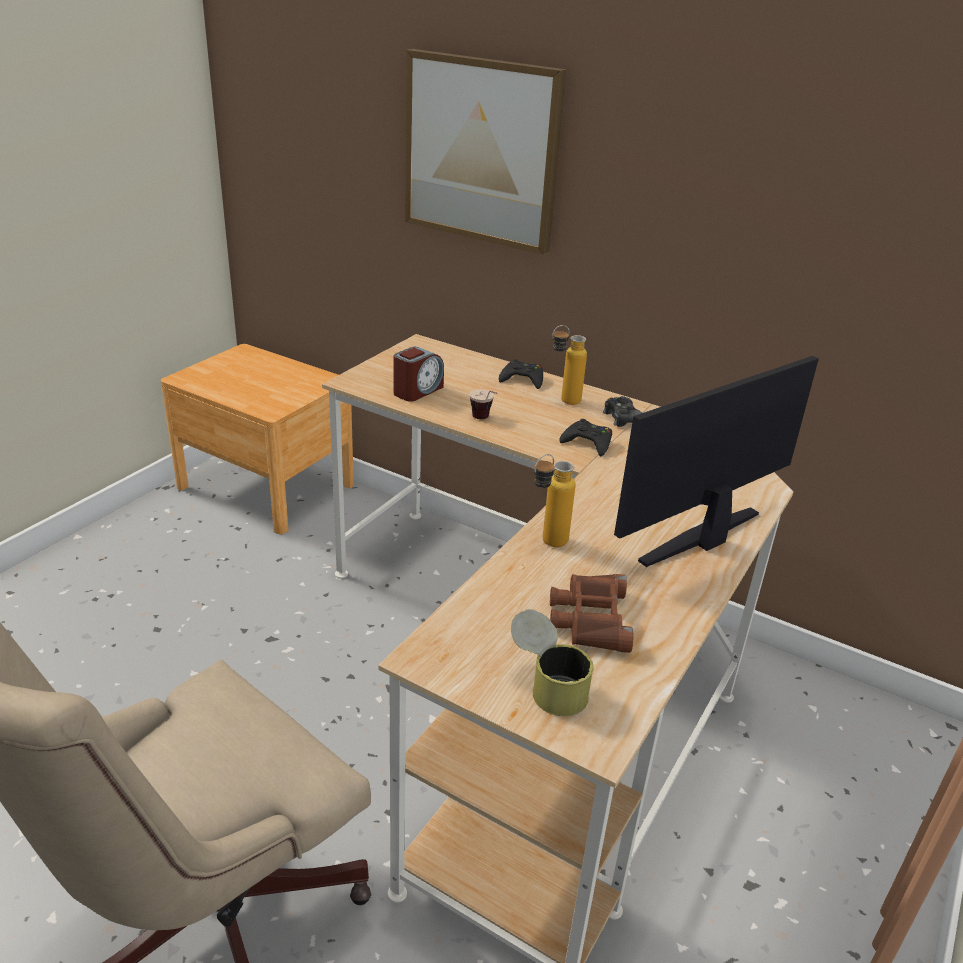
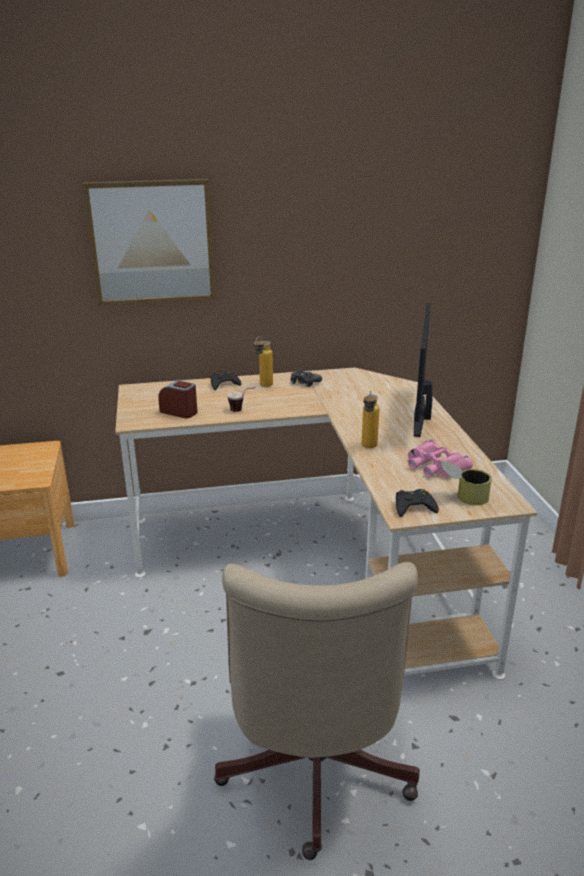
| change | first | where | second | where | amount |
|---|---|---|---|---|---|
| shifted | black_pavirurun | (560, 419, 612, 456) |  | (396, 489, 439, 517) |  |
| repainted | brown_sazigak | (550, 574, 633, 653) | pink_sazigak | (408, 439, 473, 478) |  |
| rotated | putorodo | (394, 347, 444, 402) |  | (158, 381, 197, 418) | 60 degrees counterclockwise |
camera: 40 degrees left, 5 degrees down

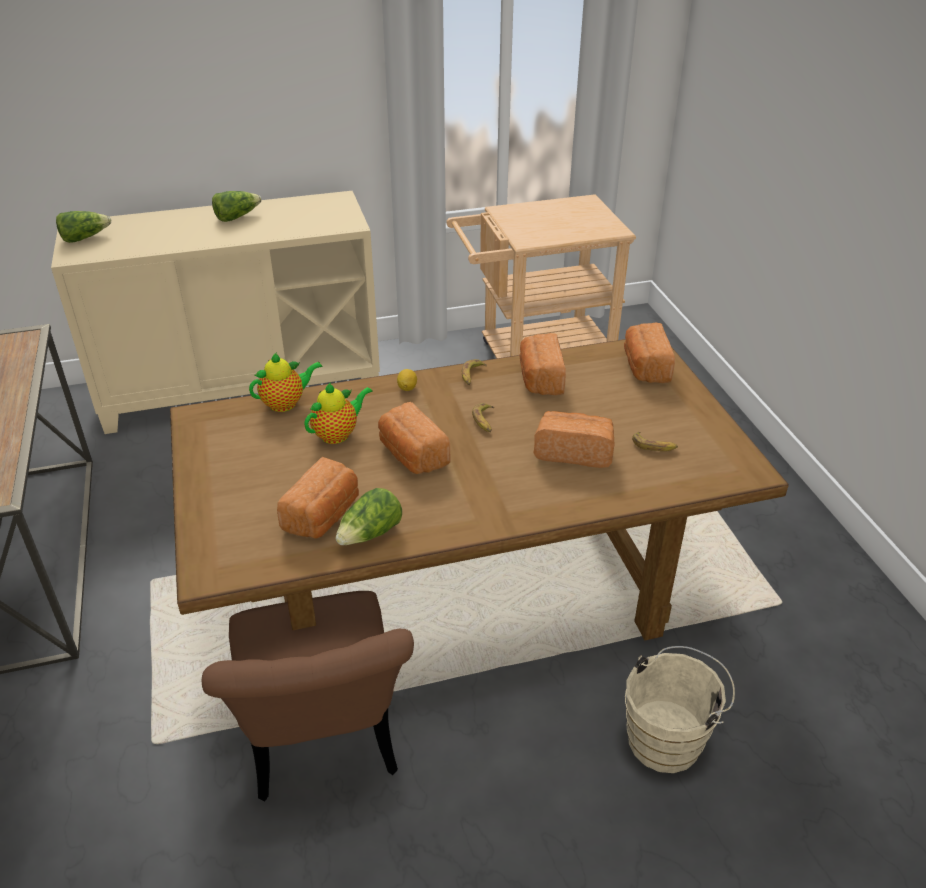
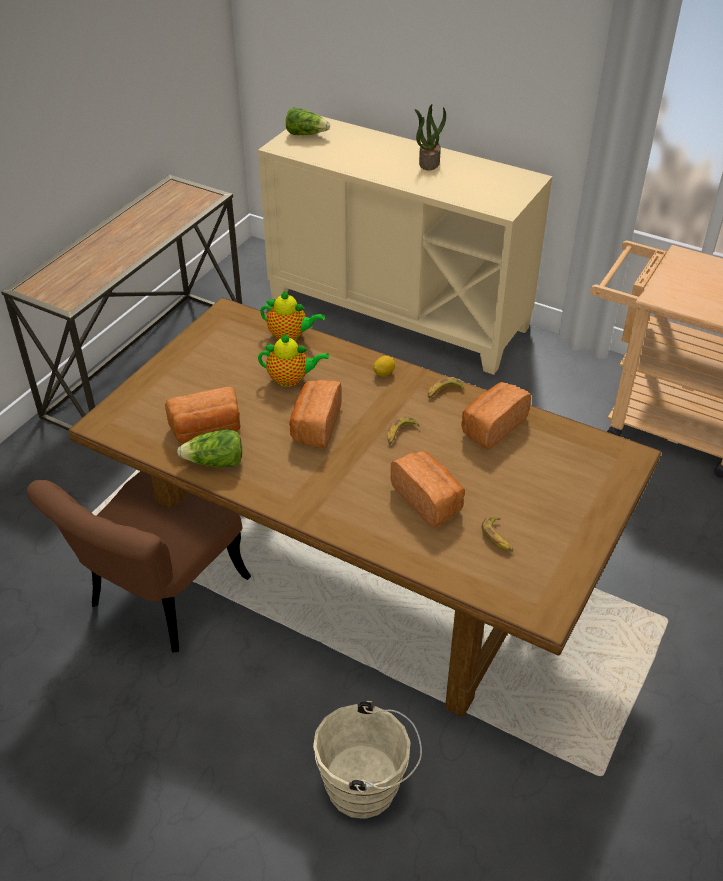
| change | first | where | second | where | amount |
|---|---|---|---|---|---|
| gone | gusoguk | (624, 322, 675, 383) |  |  |  |
| swapped | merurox | (212, 191, 262, 222) | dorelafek | (415, 104, 446, 170) |  |
camera: 45 degrees right, 5 degrees up

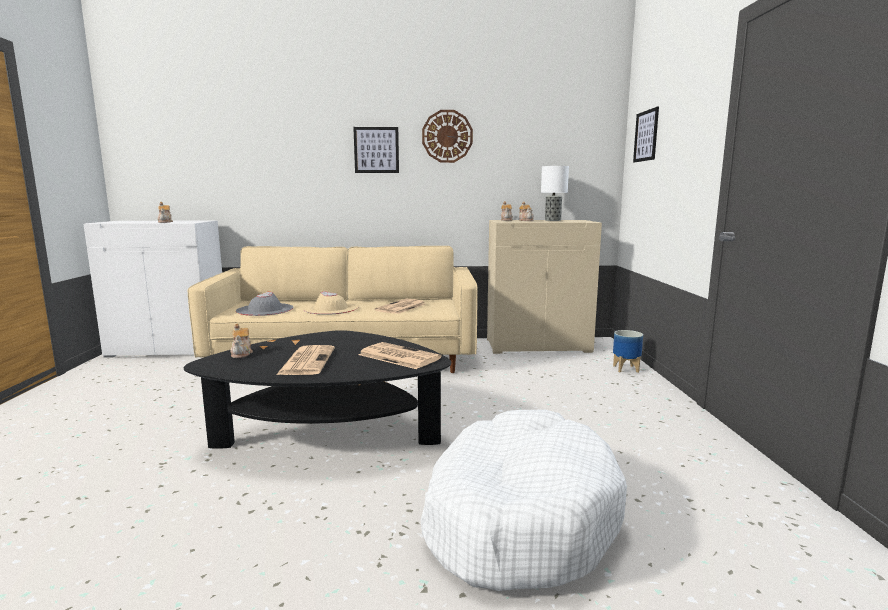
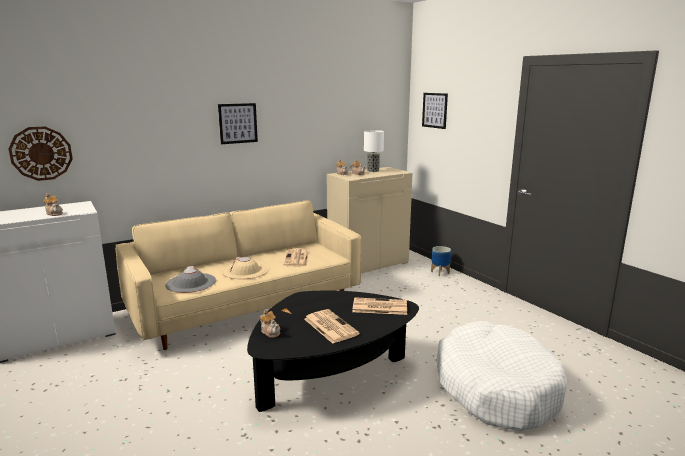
| change | first | where | second | where | amount |
|---|---|---|---|---|---|
| shifted | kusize | (422, 110, 473, 163) |  | (8, 126, 73, 181) |  |
camera: 30 degrees left, 5 degrees up

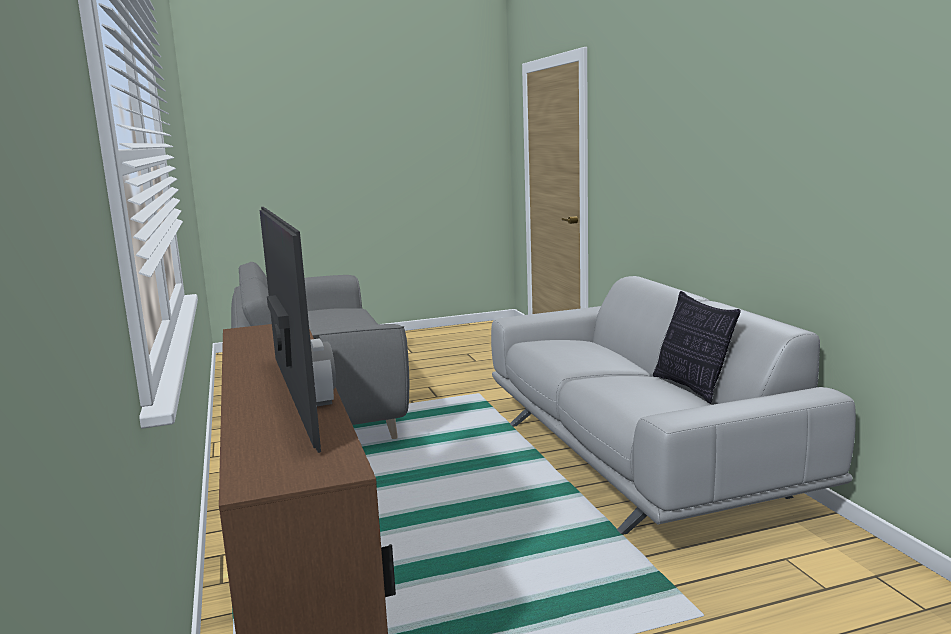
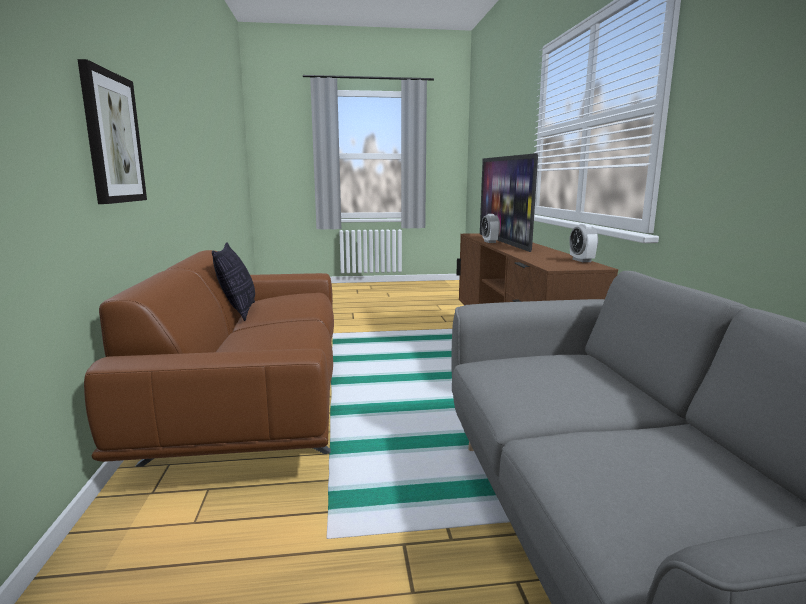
| change | first | where | second | where | amount |
|---|---|---|---|---|---|
| new |  |  | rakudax | (77, 59, 147, 204) |  |
| new |  |  | putorodo | (569, 224, 598, 262) |  |
| repainted | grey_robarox | (491, 276, 856, 535) | brown_robarox | (84, 250, 334, 467) |  |
camera: 170 degrees left, 0 degrees up

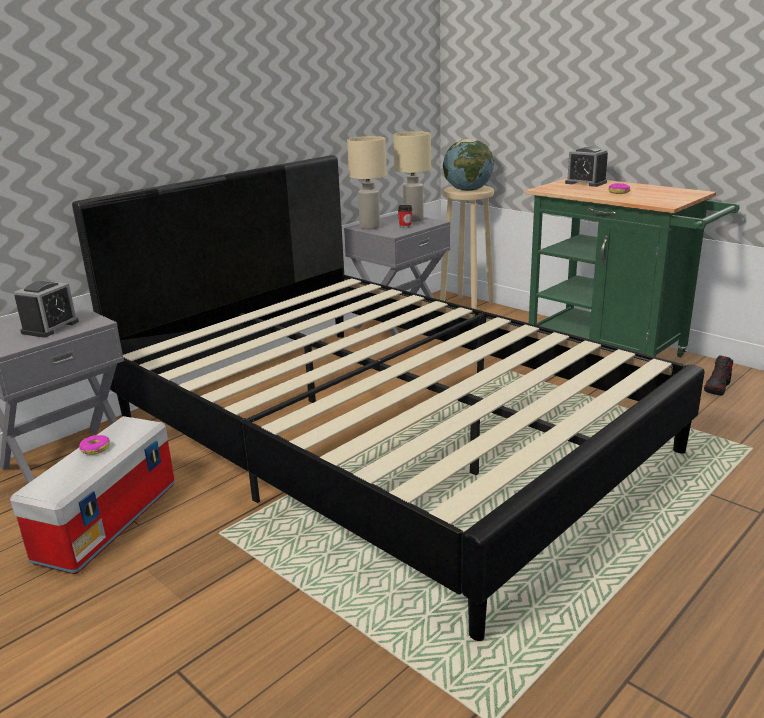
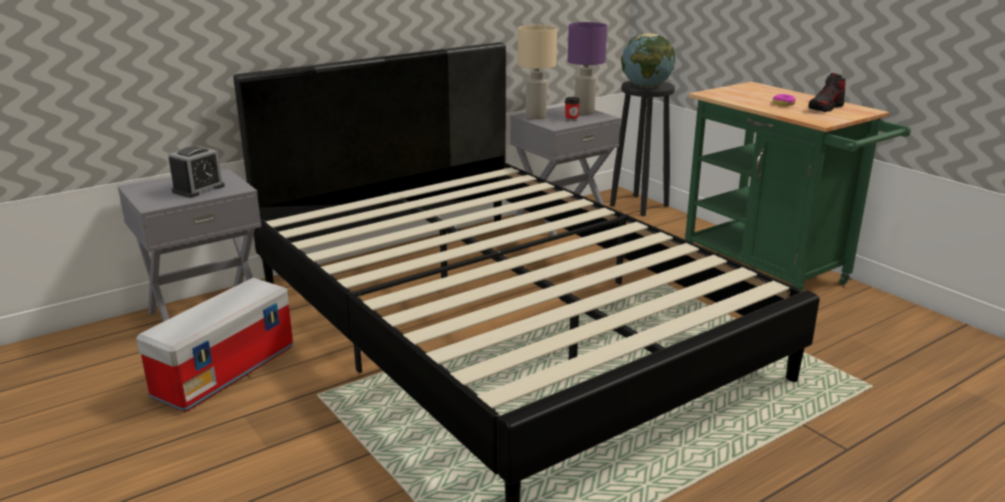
| change | first | where | second | where | amount |
|---|---|---|---|---|---|
| gone | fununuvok | (79, 435, 110, 455) |  |  |  |
| gone | putorodo | (565, 147, 608, 187) |  |  |  |
| shifted | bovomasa | (704, 355, 733, 396) |  | (809, 73, 846, 112) |  |
| repainted | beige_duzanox | (394, 131, 431, 222) | purple_duzanox | (568, 22, 607, 115) |  |
| repainted | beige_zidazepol | (440, 185, 494, 309) | black_zidazepol | (610, 81, 675, 216) |  |
camera: 10 degrees right, 0 degrees up

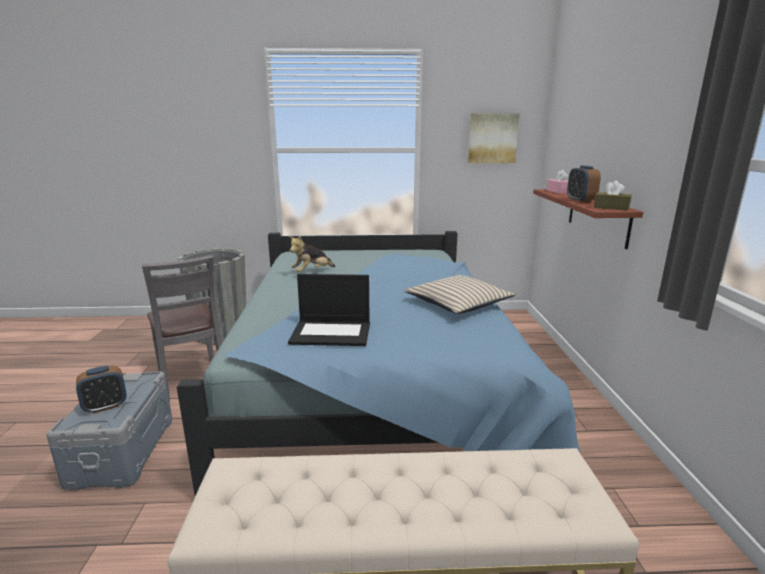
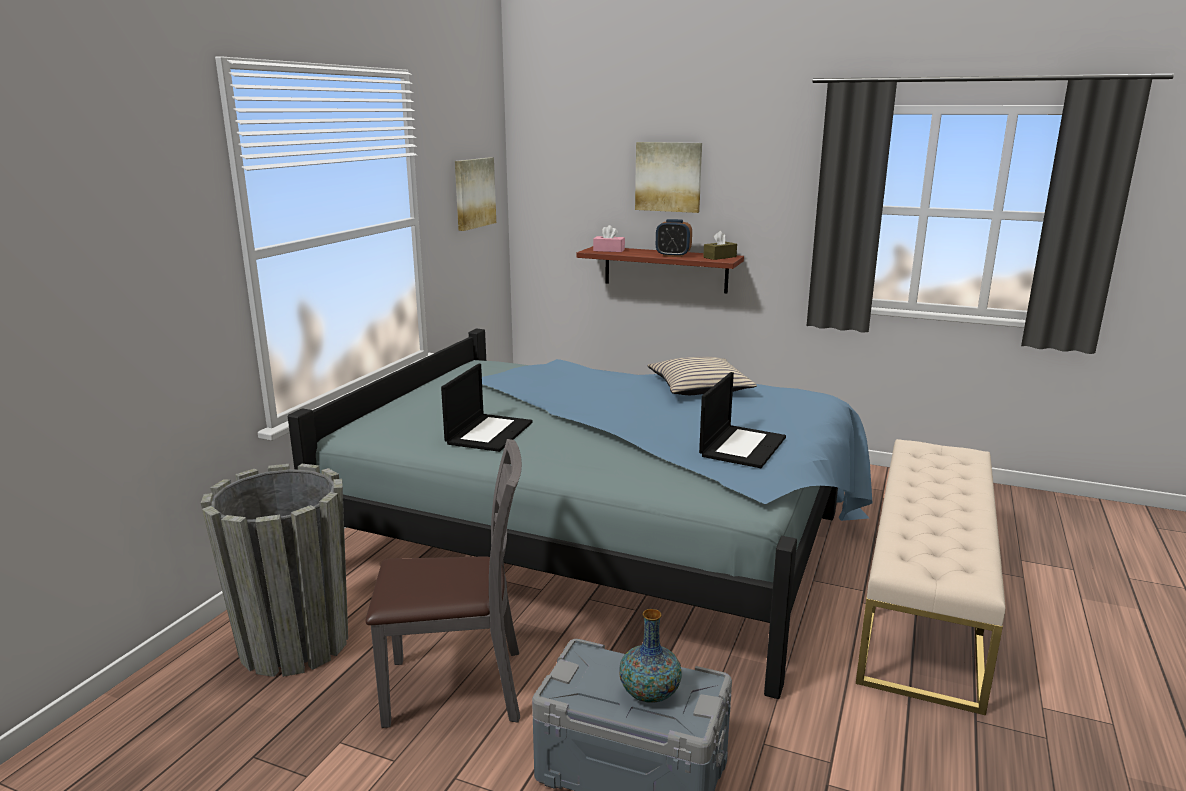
| change | first | where | second | where | amount |
|---|---|---|---|---|---|
| new |  |  | rakudax | (635, 142, 702, 213) |  |
| swapped | putorodo | (76, 366, 127, 414) | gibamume | (619, 609, 682, 703) |  |
| swapped | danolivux | (289, 236, 335, 272) | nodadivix | (441, 364, 533, 452) |  |
camera: 65 degrees left, 0 degrees up

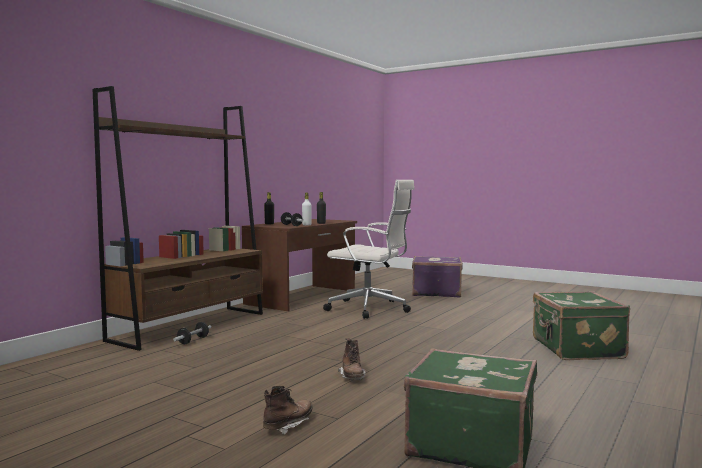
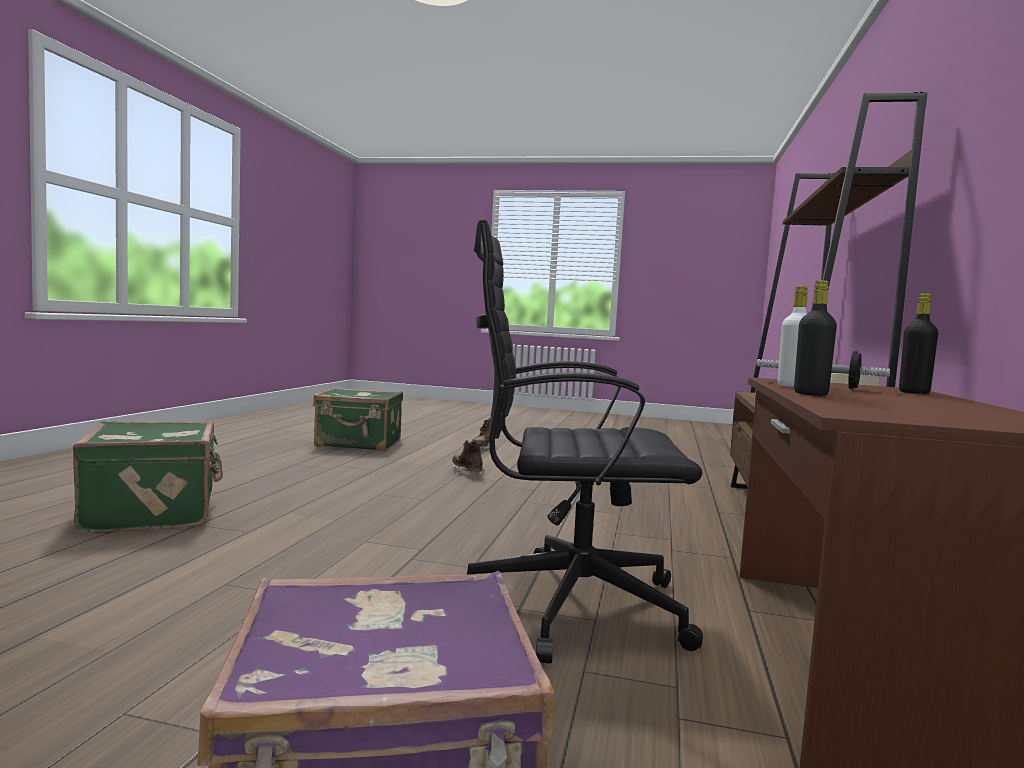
| change | first | where | second | where | amount |
|---|---|---|---|---|---|
| gone | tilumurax | (173, 322, 212, 344) |  |  |  |
| repainted | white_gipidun | (323, 180, 415, 319) | black_gipidun | (467, 219, 703, 664) |  |
camera: 160 degrees right, 0 degrees up

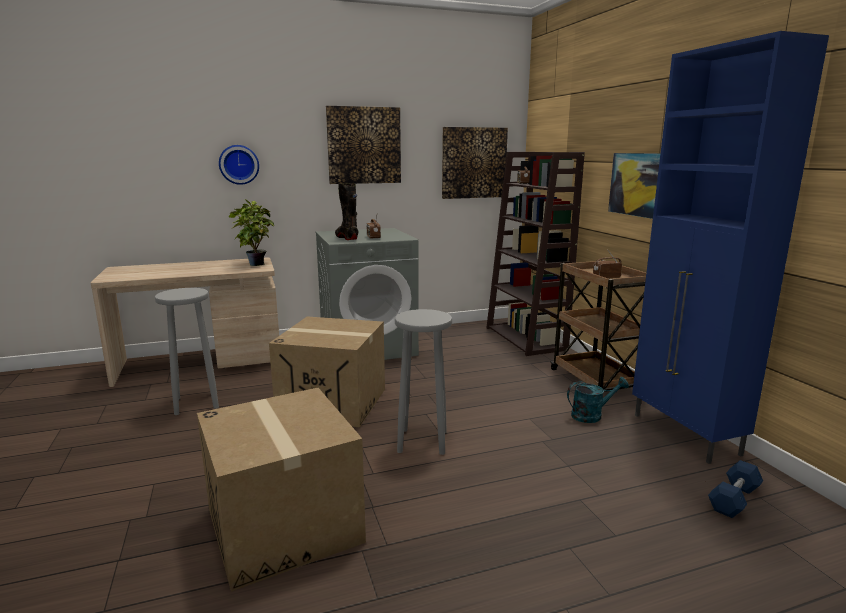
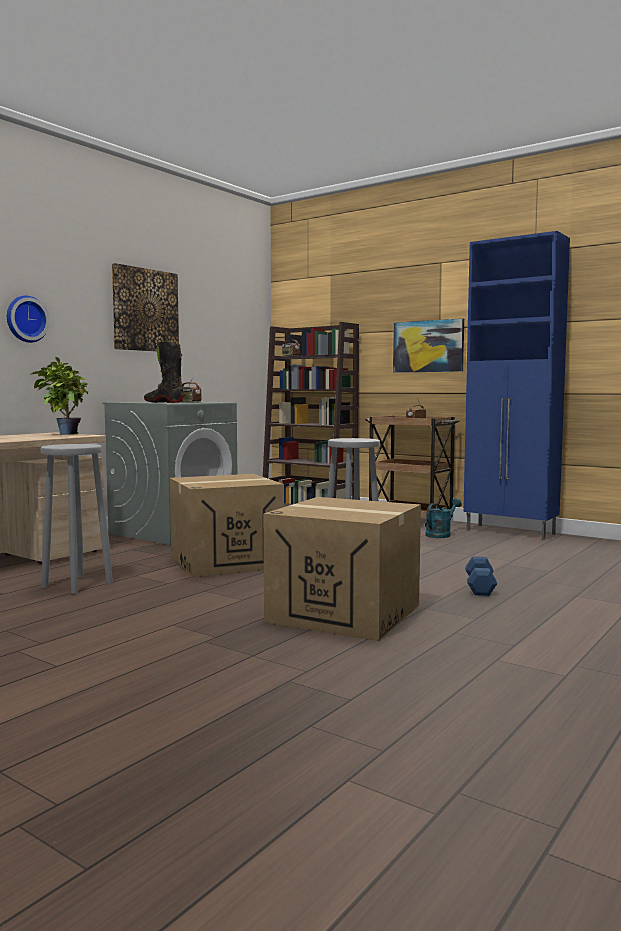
| change | first | where | second | where | amount |
|---|---|---|---|---|---|
| gone | rakudax | (442, 127, 508, 199) |  |  |  |
| shifted | blue_tilumurax | (708, 460, 763, 518) |  | (465, 556, 497, 596) |  |
camera: 35 degrees left, 10 degrees down

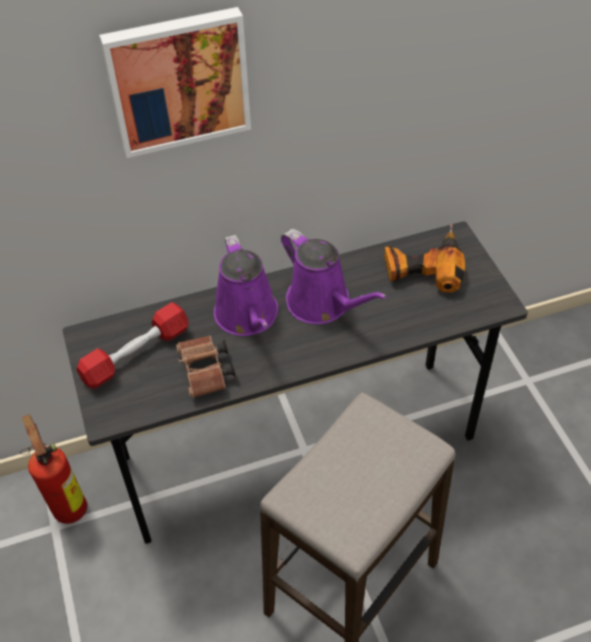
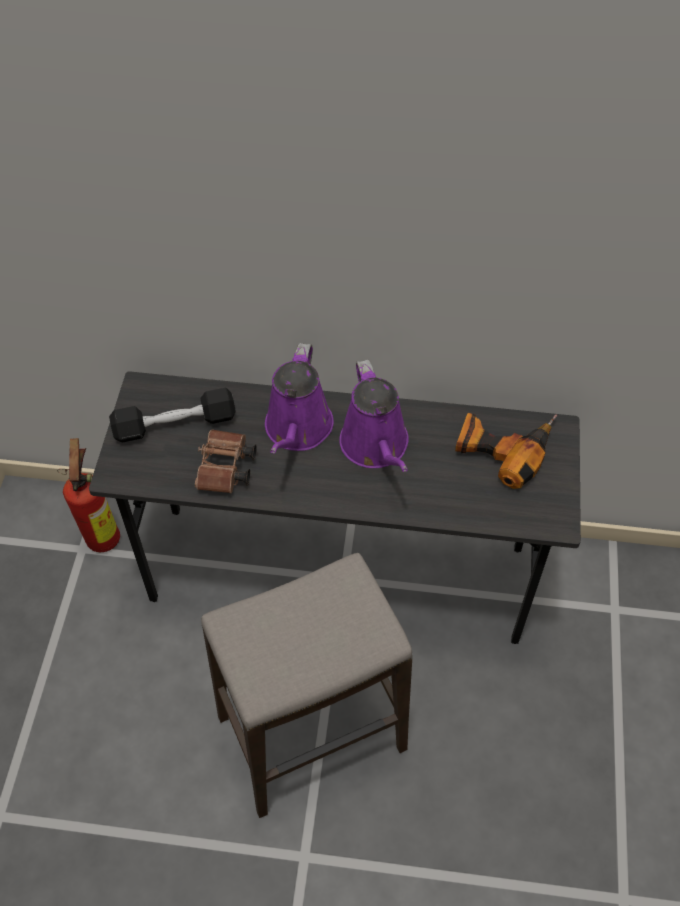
| change | first | where | second | where | amount |
|---|---|---|---|---|---|
| gone | rakudax | (99, 7, 251, 158) |  |  |  |
| repainted | red_tilumurax | (76, 302, 188, 389) | black_tilumurax | (109, 388, 236, 442) |  |
camera: 25 degrees right, 5 degrees up

